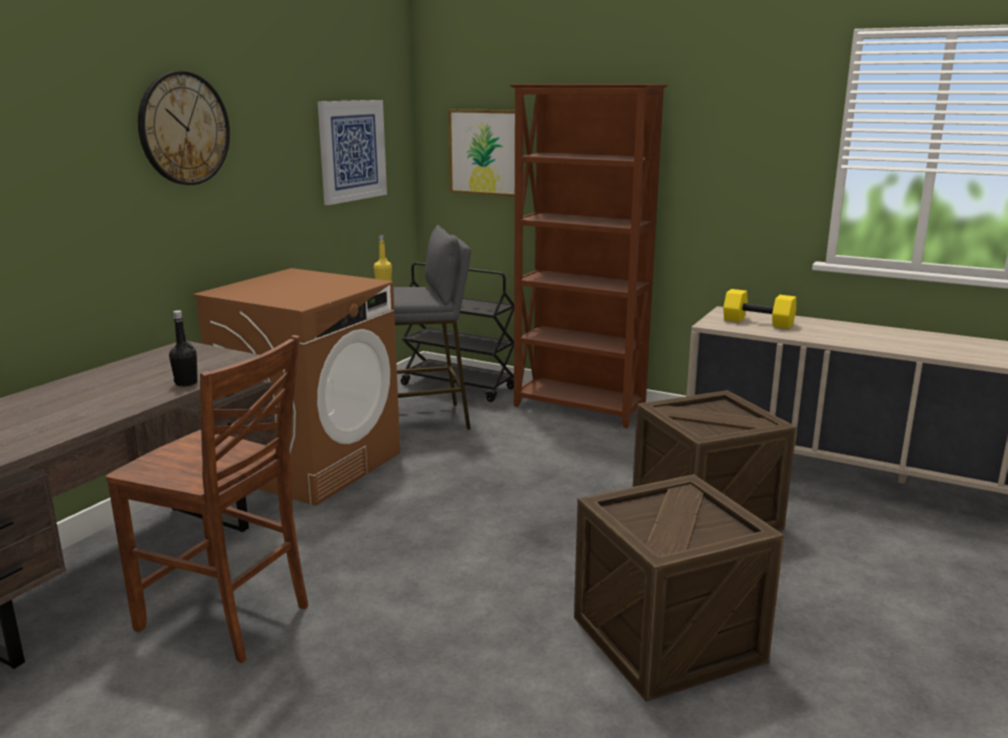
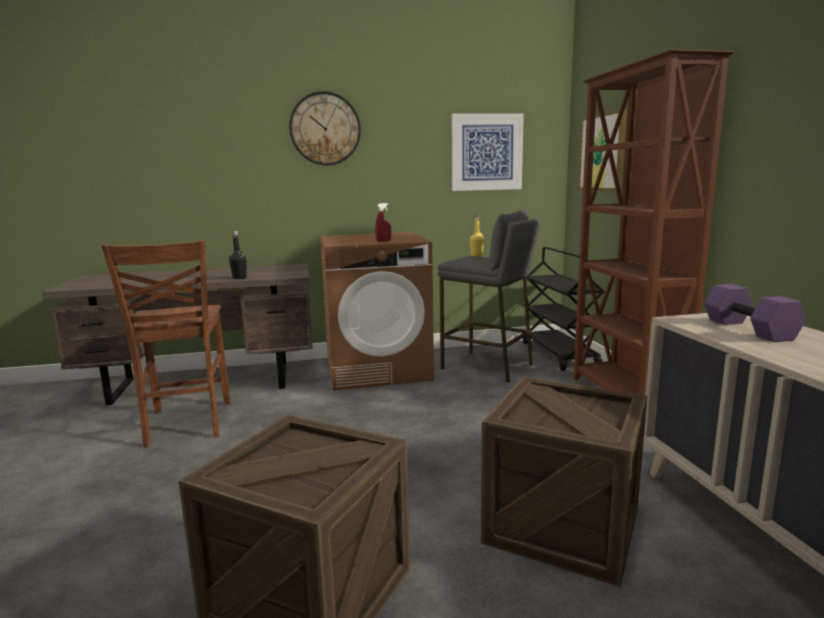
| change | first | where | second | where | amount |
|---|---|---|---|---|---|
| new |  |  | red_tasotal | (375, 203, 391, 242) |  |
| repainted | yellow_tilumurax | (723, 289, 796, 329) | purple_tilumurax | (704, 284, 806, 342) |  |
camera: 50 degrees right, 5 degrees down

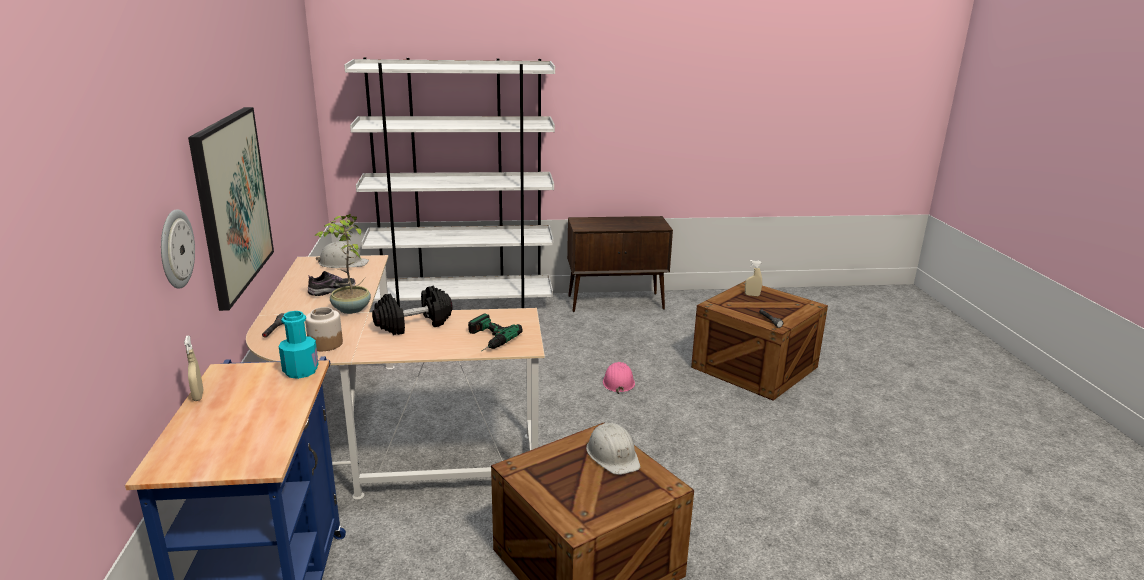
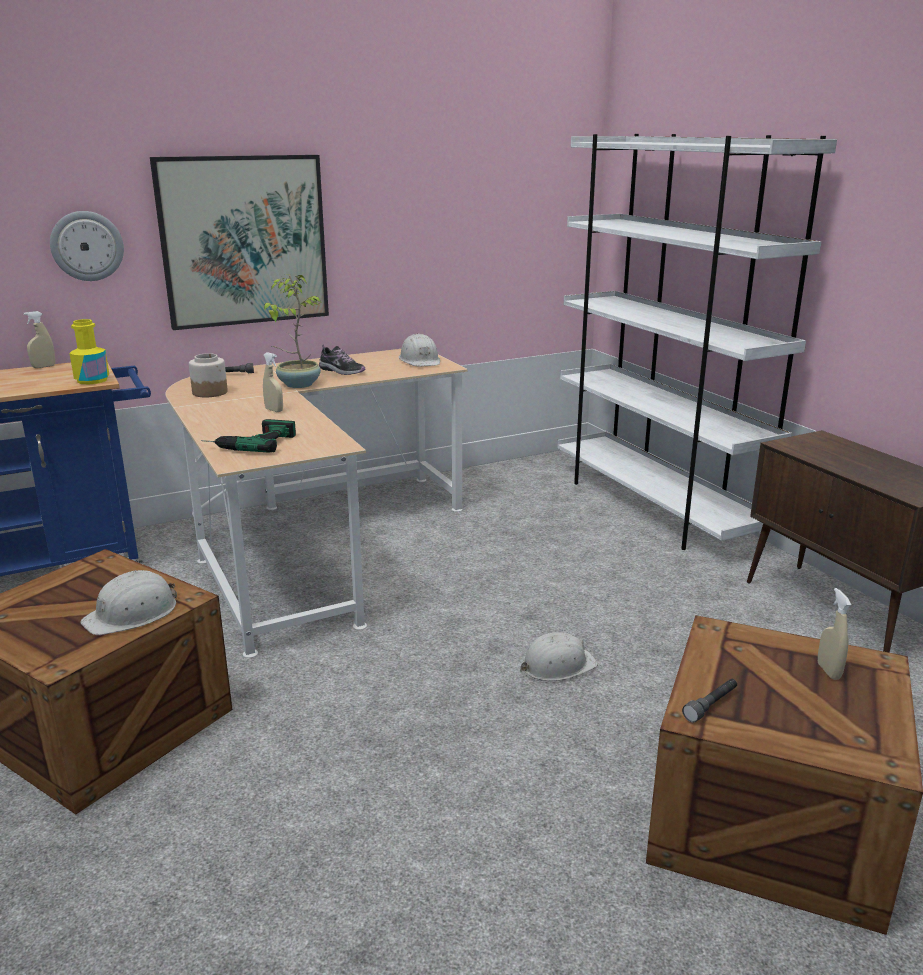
| change | first | where | second | where | amount |
|---|---|---|---|---|---|
| swapped | black_tilumurax | (372, 286, 453, 335) | beige_tasotal | (263, 352, 283, 412) |  |
| repainted | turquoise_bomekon | (279, 311, 318, 379) | yellow_bomekon | (69, 319, 109, 384) |  |
| repainted | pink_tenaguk | (603, 362, 635, 394) | white_tenaguk | (520, 632, 598, 681) |  |
camera: 70 degrees right, 0 degrees up

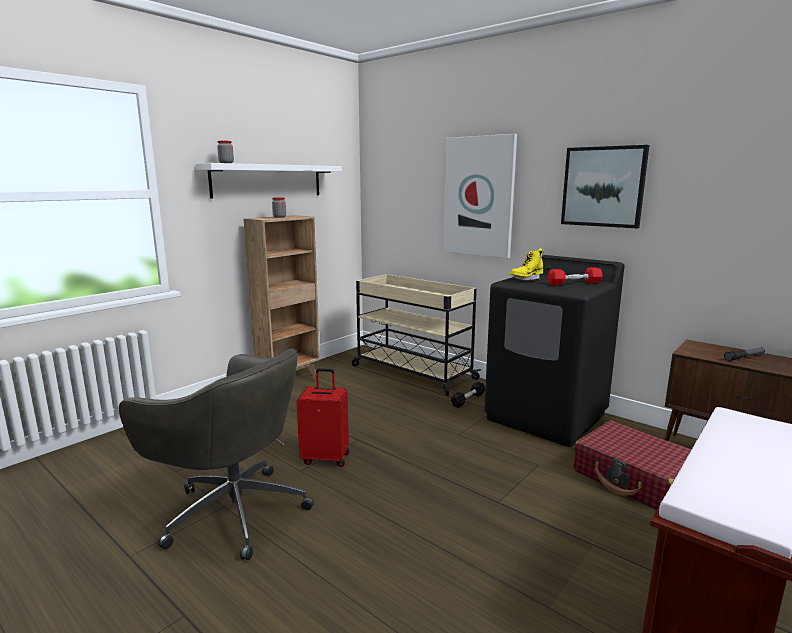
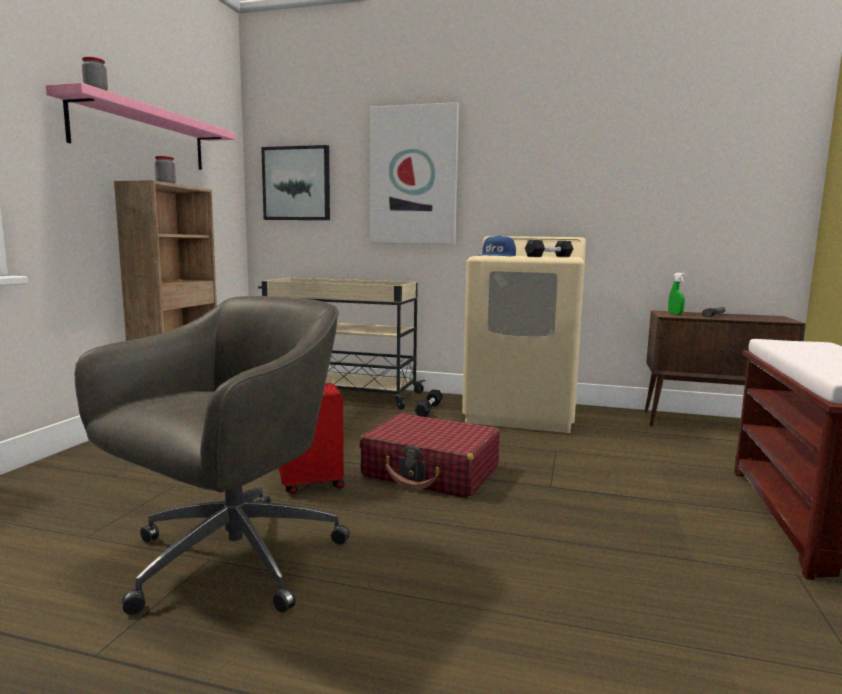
| change | first | where | second | where | amount |
|---|---|---|---|---|---|
| new |  |  | green_tasotal | (668, 273, 685, 315) |  |
| shifted | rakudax | (561, 145, 649, 228) |  | (261, 145, 330, 220) |  |
| shifted | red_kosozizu | (573, 420, 691, 510) |  | (359, 413, 500, 498) |  |
| swapped | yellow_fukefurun | (510, 249, 544, 281) | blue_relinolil | (479, 235, 516, 256) |  |
| repainted | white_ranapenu | (195, 163, 342, 198) | pink_ranapenu | (46, 82, 235, 170) |  |
| repainted | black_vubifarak | (484, 255, 624, 447) | beige_vubifarak | (462, 236, 586, 433) |  |
| repainted | red_tilumurax | (547, 267, 603, 286) | black_tilumurax | (525, 240, 573, 257) |  |
| rotated | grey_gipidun | (119, 348, 314, 560) |  | (74, 296, 350, 615) | 60 degrees counterclockwise |
camera: 25 degrees left, 5 degrees down

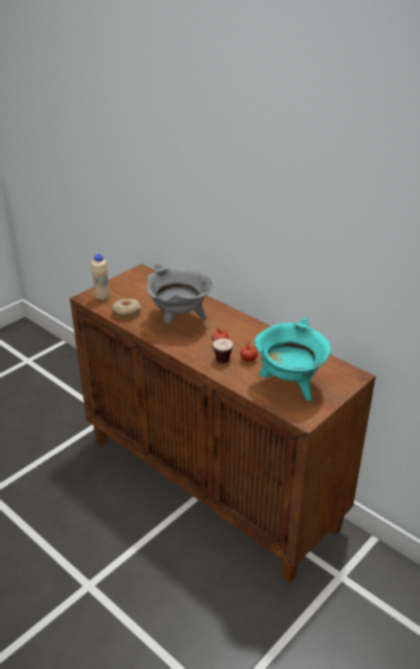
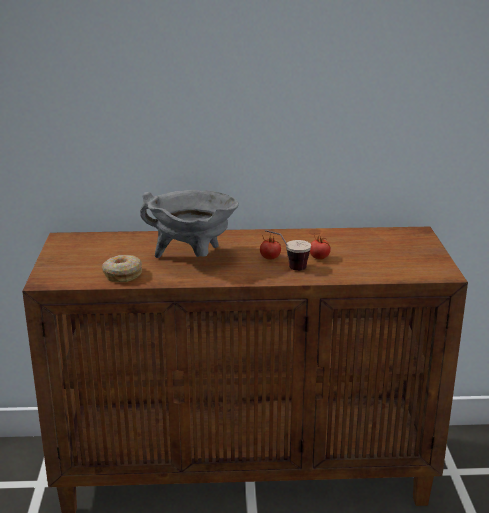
| change | first | where | second | where | amount |
|---|---|---|---|---|---|
| gone | beige_bomekon | (91, 254, 110, 301) |  |  |  |
| gone | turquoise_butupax | (254, 318, 331, 401) |  |  |  |
camera: 45 degrees left, 10 degrees down

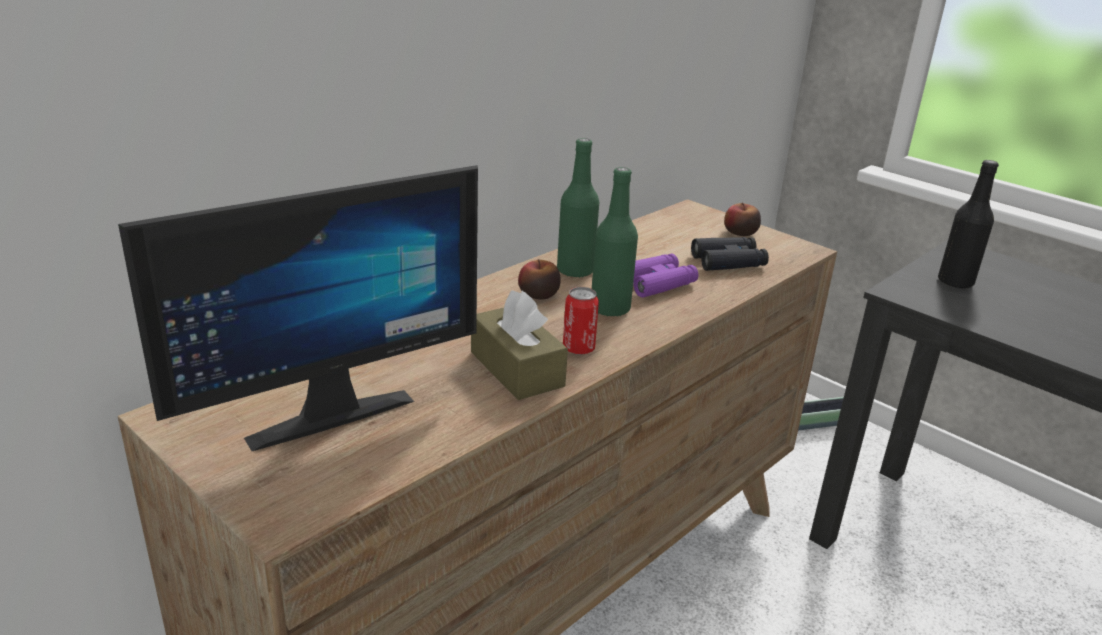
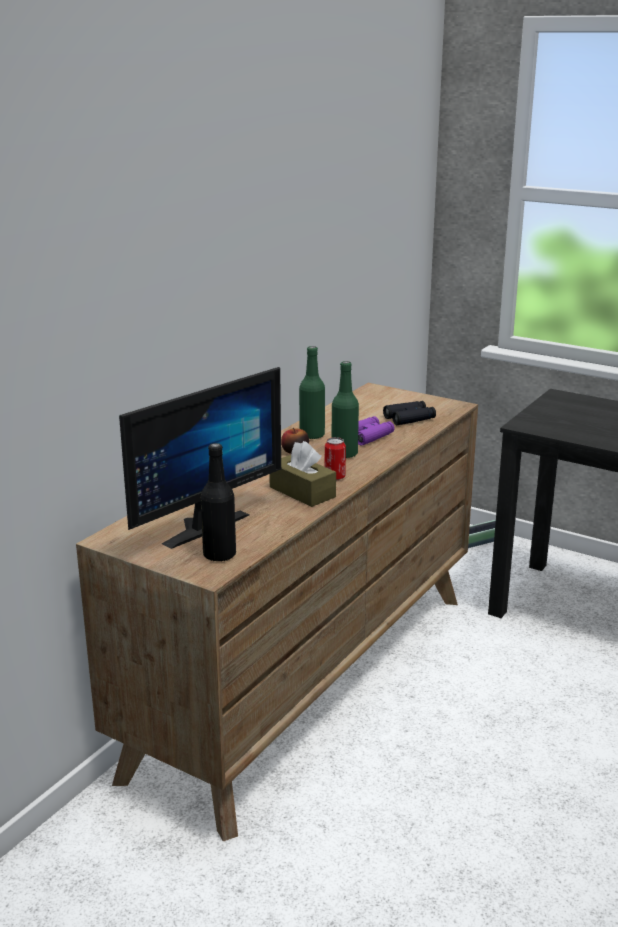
| change | first | where | second | where | amount |
|---|---|---|---|---|---|
| gone | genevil | (724, 202, 761, 236) |  |  |  |
| shifted | black_bomekon | (938, 160, 999, 288) |  | (200, 443, 236, 562) |  |
camera: 10 degrees left, 5 degrees down

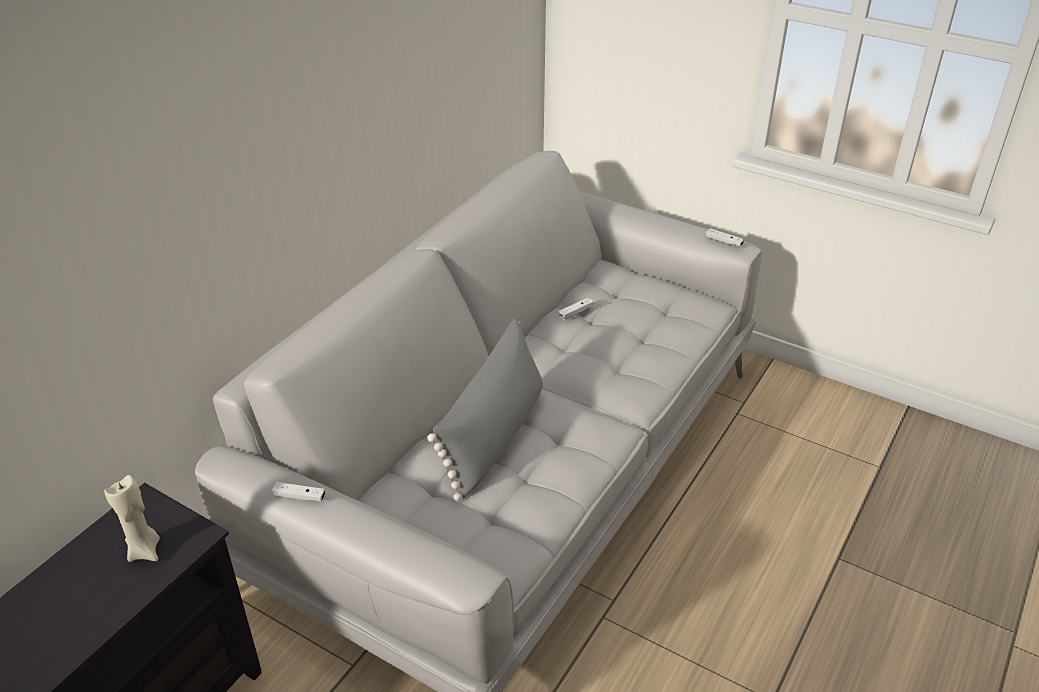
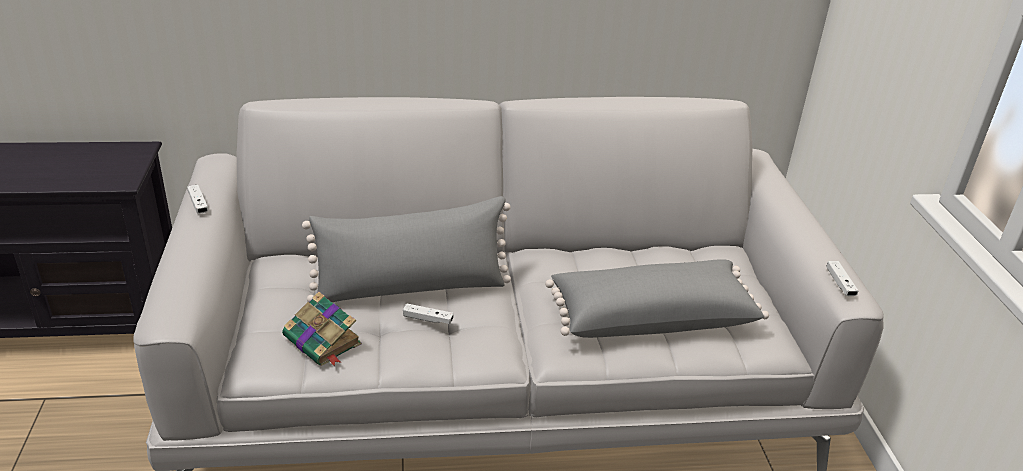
| change | first | where | second | where | amount |
|---|---|---|---|---|---|
| gone | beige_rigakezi | (104, 475, 160, 562) |  |  |  |
| new |  |  | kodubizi | (282, 292, 362, 366) |  |
| new |  |  | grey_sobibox | (545, 259, 769, 338) |  |
| shifted | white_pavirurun | (559, 298, 594, 320) |  | (403, 304, 453, 324) |  |
camera: 50 degrees right, 5 degrees down

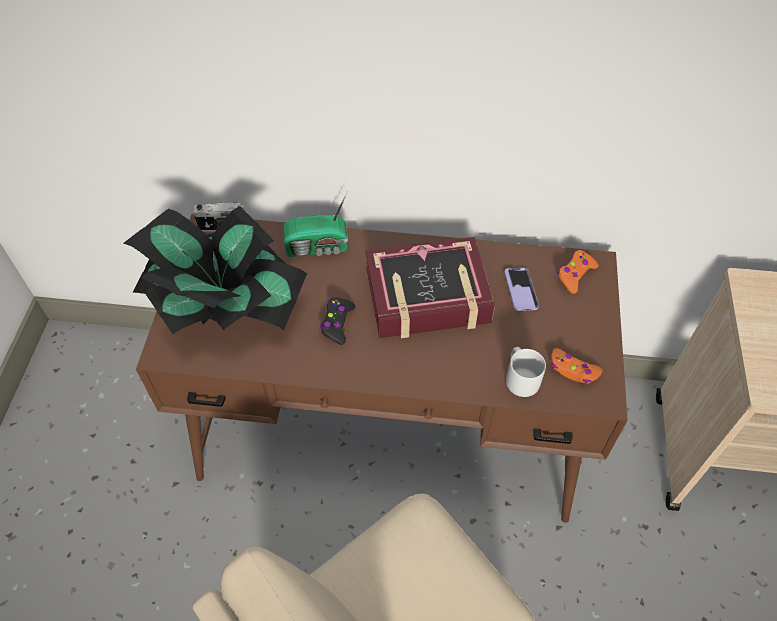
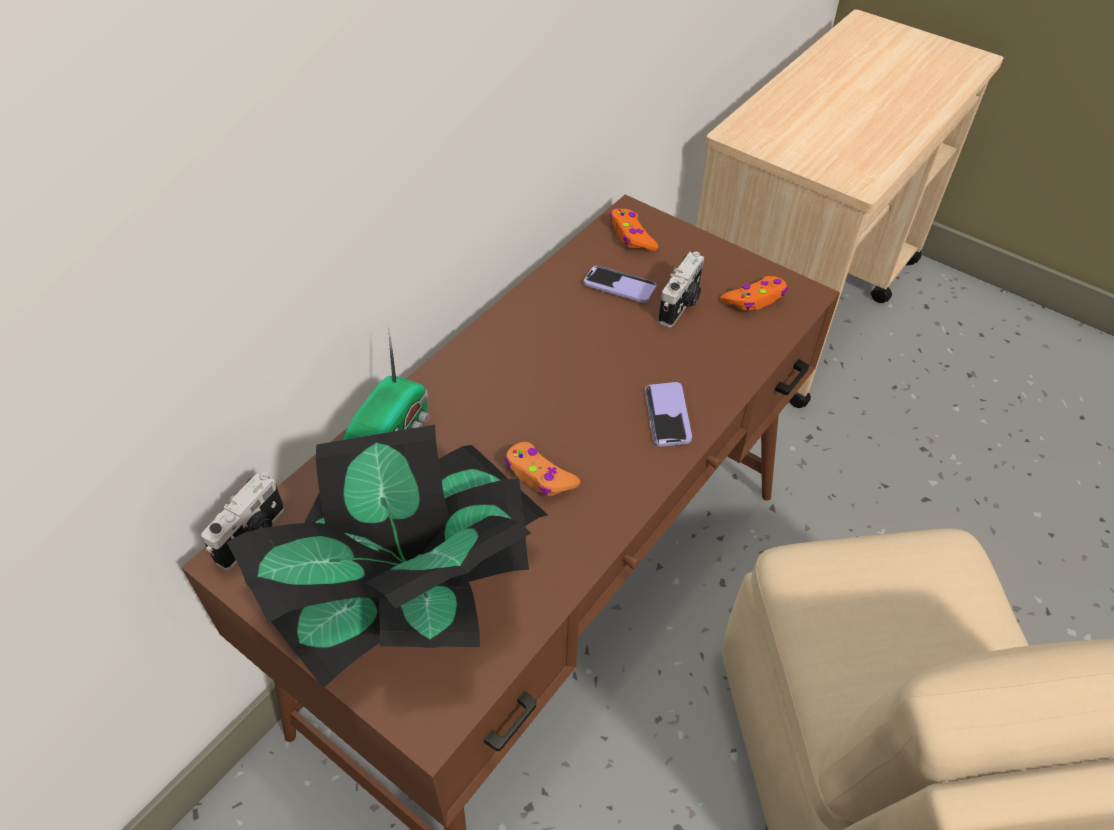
| change | first | where | second | where | amount |
|---|---|---|---|---|---|
| gone | kodubizi | (366, 237, 495, 338) |  |  |  |
| gone | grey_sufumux | (506, 347, 546, 397) |  |  |  |
| new |  |  | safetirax | (645, 382, 692, 447) |  |
| new |  |  | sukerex | (658, 252, 704, 328) |  |
| repainted | black_pavirurun | (319, 298, 355, 345) | orange_pavirurun | (504, 442, 580, 496) |  |
camera: 60 degrees left, 5 degrees down

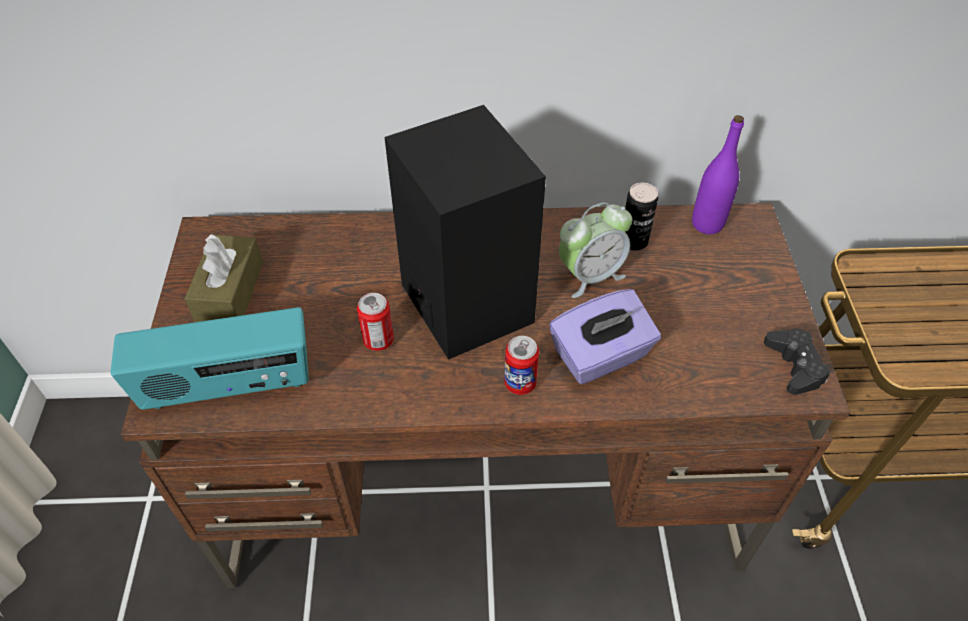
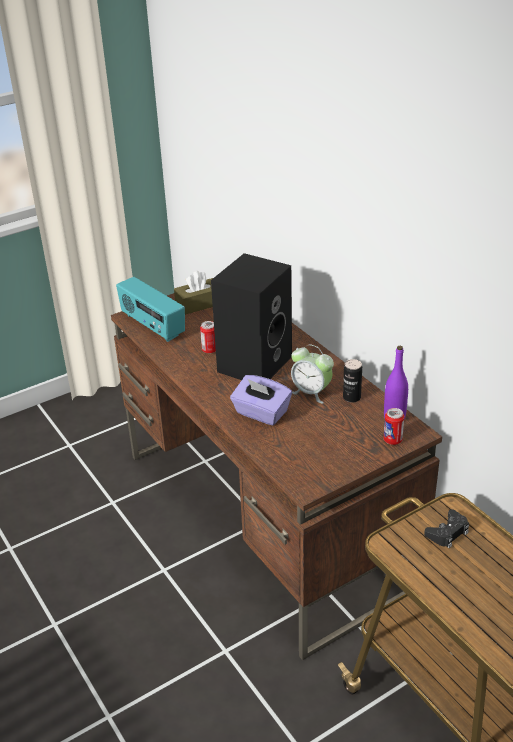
| change | first | where | second | where | amount |
|---|---|---|---|---|---|
| shifted | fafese | (504, 336, 539, 395) |  | (384, 408, 404, 445) |  |
| shifted | black_pavirurun | (764, 328, 831, 395) |  | (424, 509, 469, 548) |  |
camera: 60 degrees right, 15 degrees down

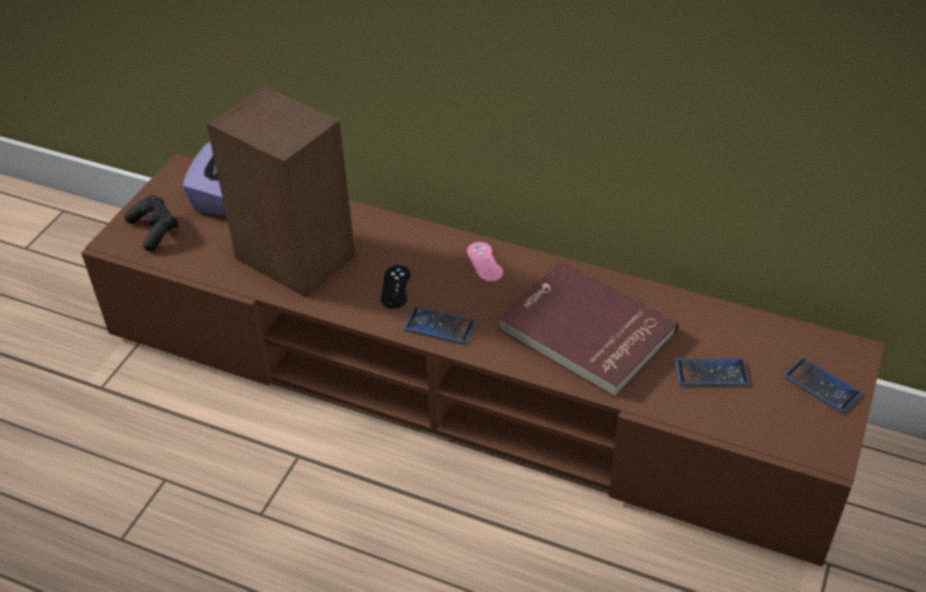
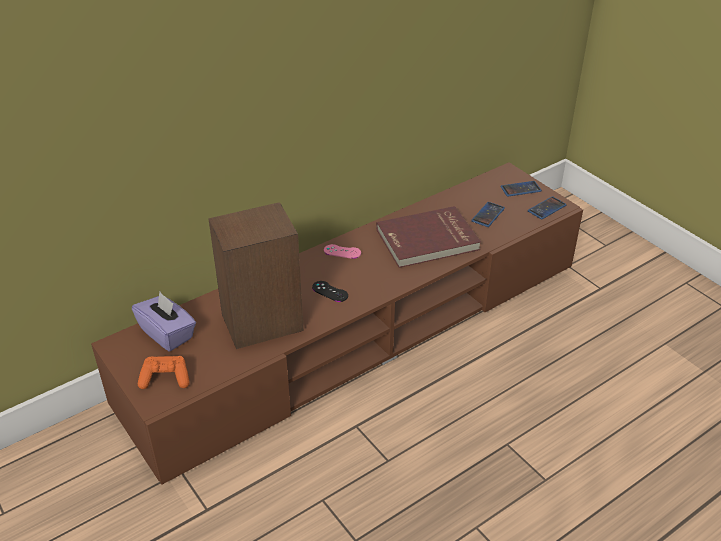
| change | first | where | second | where | amount |
|---|---|---|---|---|---|
| shifted | safetirax | (404, 307, 476, 344) |  | (528, 196, 567, 219) |  |
| repainted | black_pavirurun | (124, 195, 179, 251) | orange_pavirurun | (138, 356, 189, 389) |  |
camera: 60 degrees left, 5 degrees down

